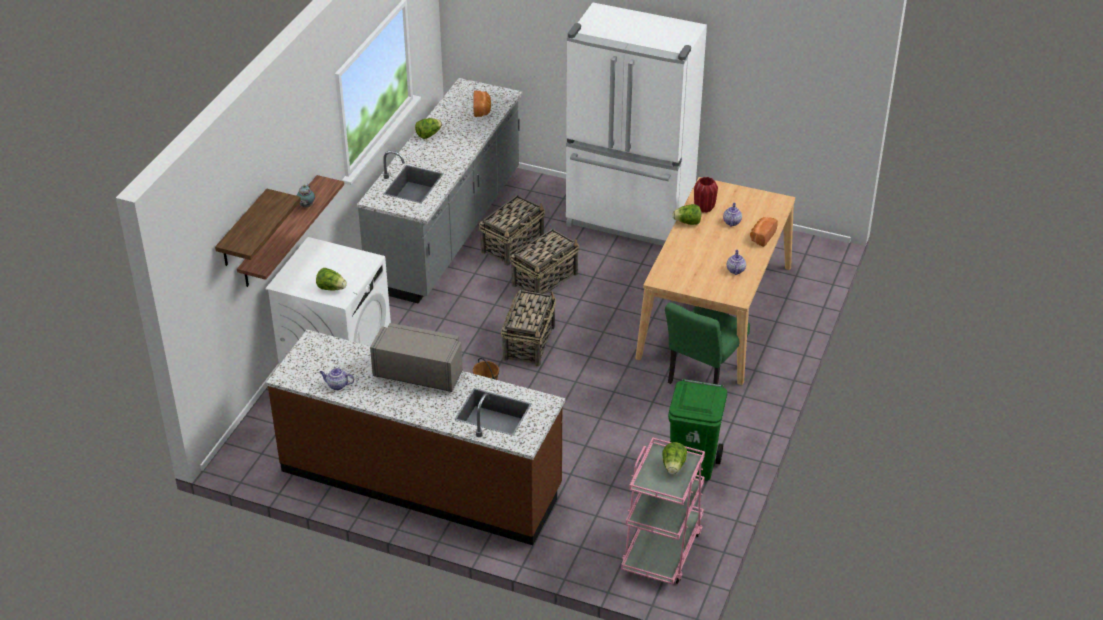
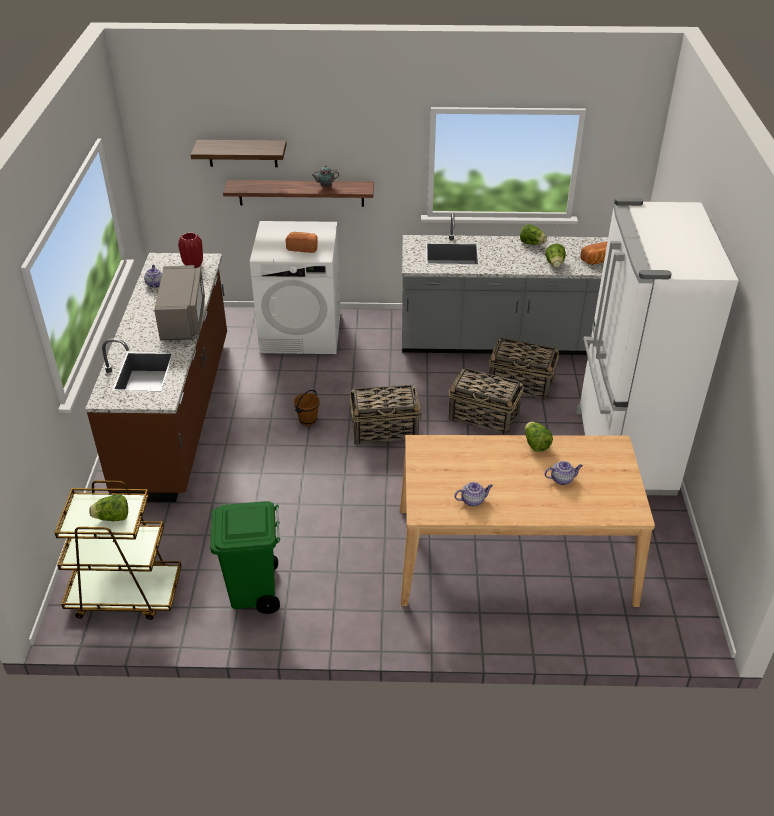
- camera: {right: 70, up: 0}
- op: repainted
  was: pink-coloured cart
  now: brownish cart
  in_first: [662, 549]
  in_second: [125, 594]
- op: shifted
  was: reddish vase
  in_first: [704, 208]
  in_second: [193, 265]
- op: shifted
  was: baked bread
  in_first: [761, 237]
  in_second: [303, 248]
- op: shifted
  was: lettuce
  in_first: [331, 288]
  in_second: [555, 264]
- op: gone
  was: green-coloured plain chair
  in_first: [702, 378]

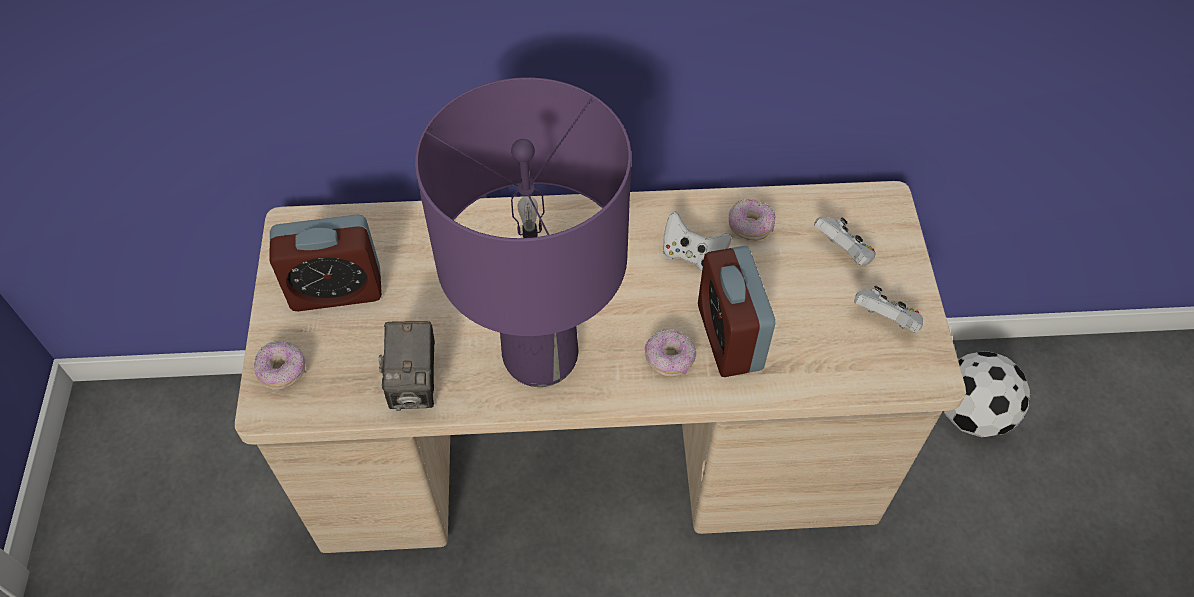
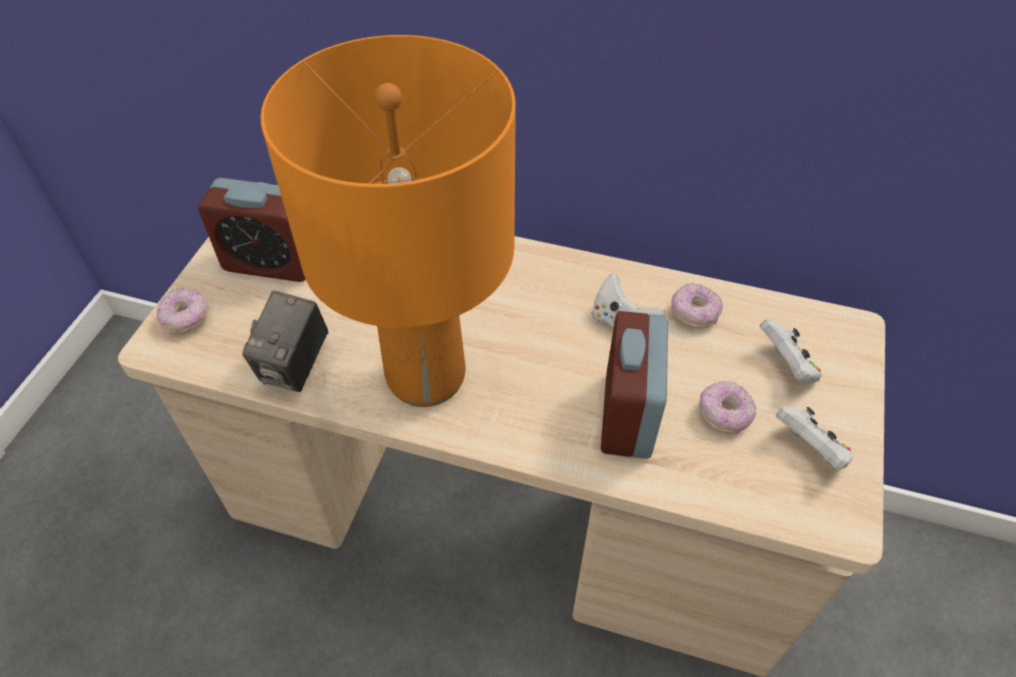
- camera: {right: 20, up: -5}
- op: repainted
  was: purple-coloured lamp for a table
  now: orange-coloured lamp for a table
  in_first: [539, 358]
  in_second: [424, 377]
- op: shifted
  was: donut
  in_first: [669, 359]
  in_second: [724, 414]
- op: gone
  was: football ball
  in_first: [972, 414]

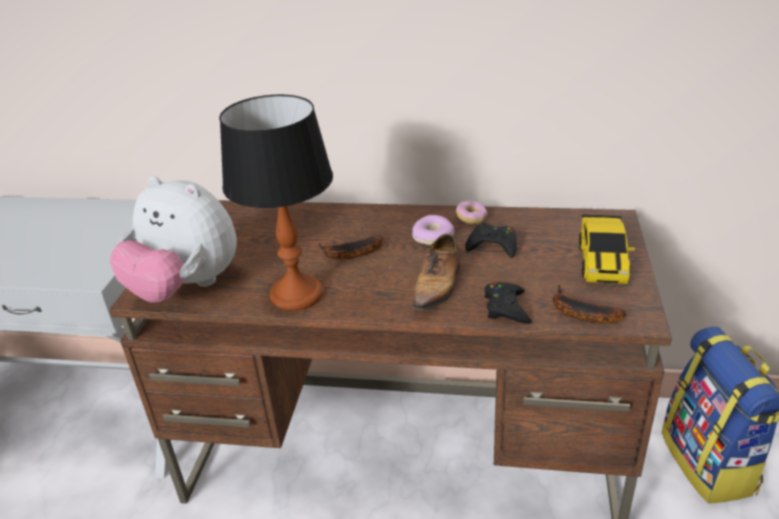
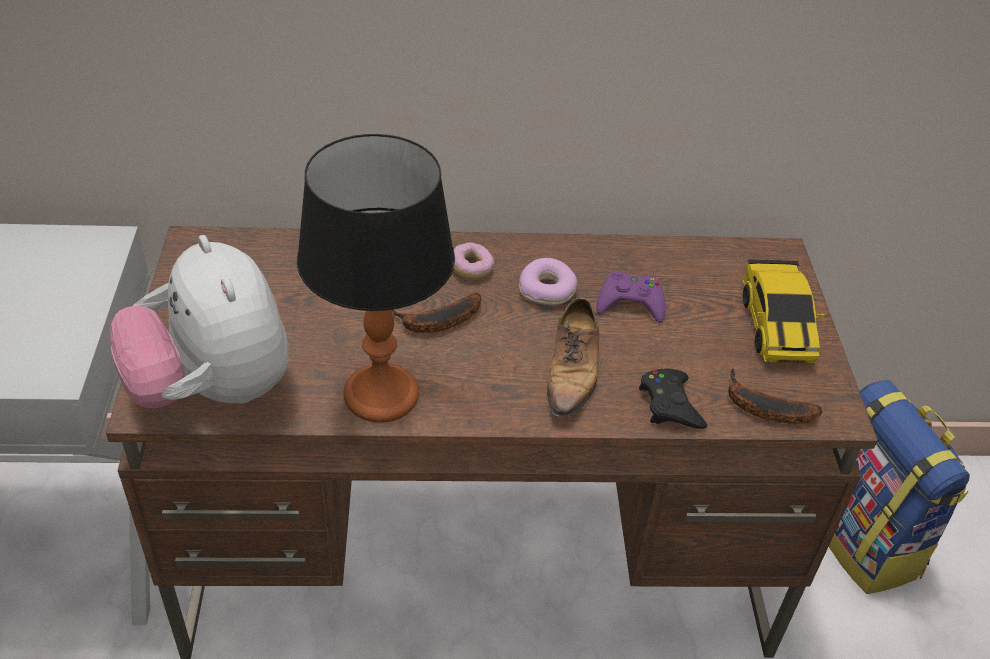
- camera: {right: -15, up: 10}
- op: rotated
  was: plush toy
  in_first: [186, 288]
  in_second: [213, 389]
  clockwise: 45
- op: shifted
  was: donut
  in_first: [471, 218]
  in_second: [471, 269]
- op: repainted
  was: black game controller
  now: purple-coloured game controller
  in_first: [493, 245]
  in_second: [630, 302]

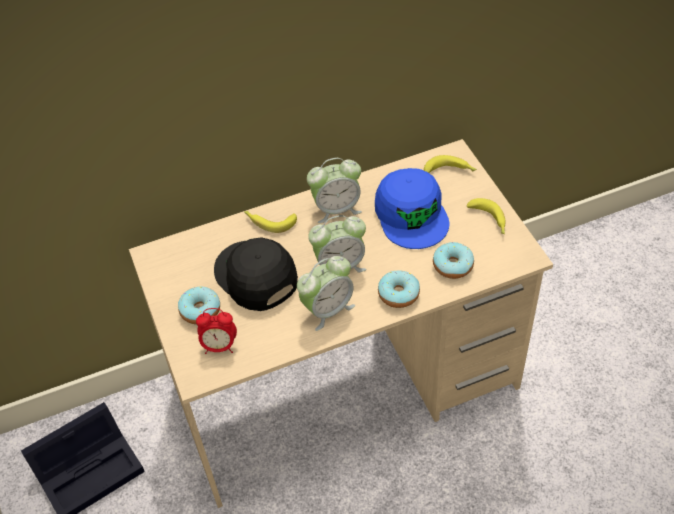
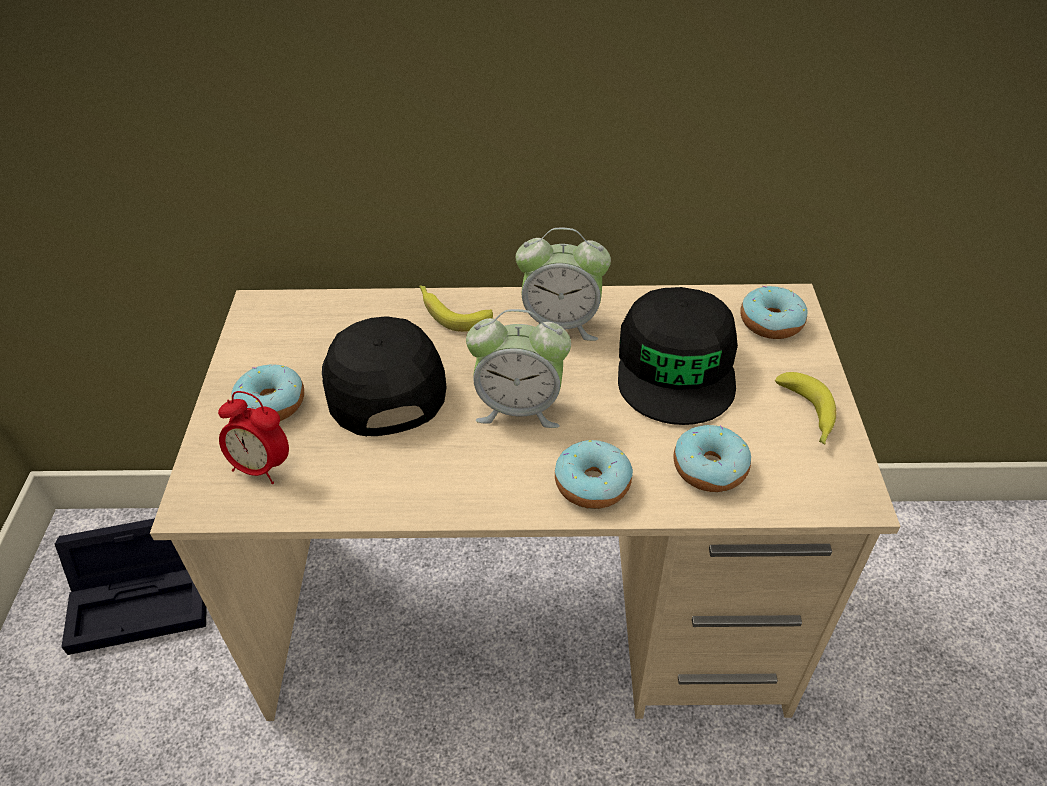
- camera: {right: 20, up: -5}
- op: repainted
  was: blue cap
  now: black cap
  in_first: [411, 214]
  in_second: [676, 366]
- op: swapped
  was: whole banana
  now: donut
  in_first: [450, 171]
  in_second: [771, 322]
- op: gone
  was: alarm clock
  in_first: [327, 309]

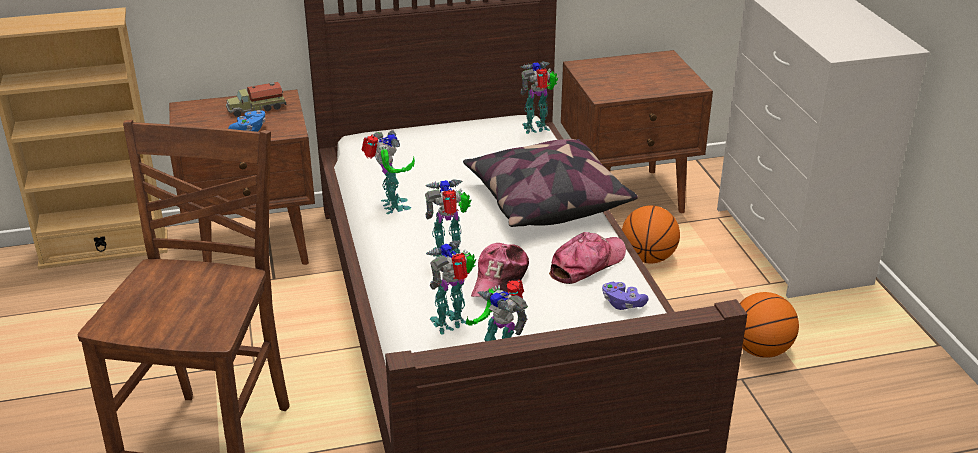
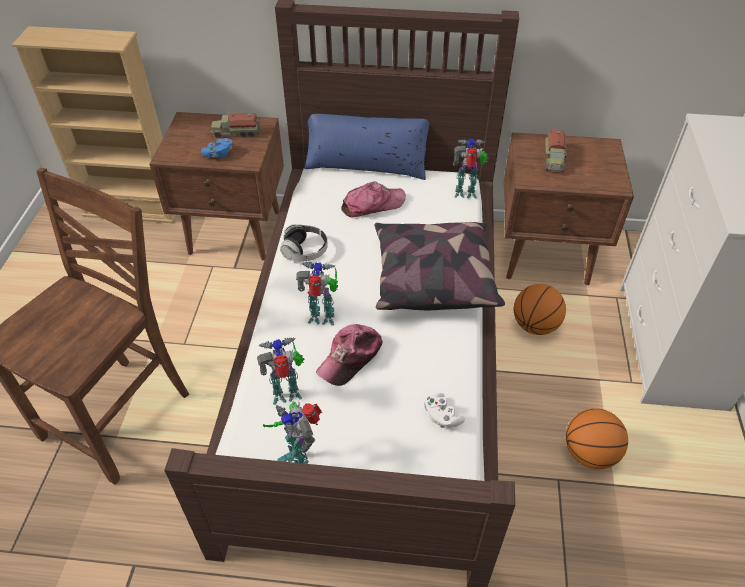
- camera: {right: 20, up: 15}
- op: swapped
  was: robot figure
  now: headset
  in_first: [392, 206]
  in_second: [305, 251]
- op: new
  now: blue throw pillow
  in_second: [366, 165]
- op: shifted
  was: cap
  in_first: [587, 264]
  in_second: [372, 205]
- op: repainted
  was: purple-coloured game controller
  now: white game controller
  in_first: [622, 304]
  in_second: [442, 416]
- op: new
  now: model truck
  in_second: [554, 159]

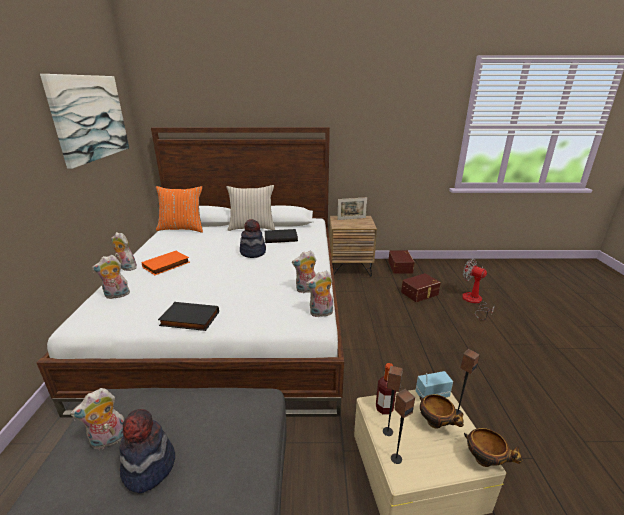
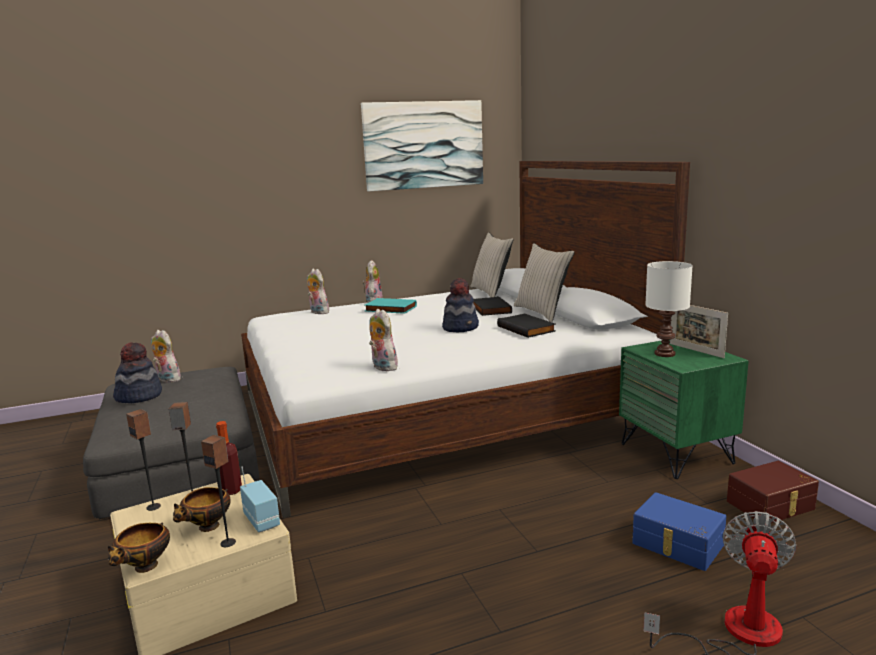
- camera: {right: 70, up: -10}
- op: repainted
  was: orange-coloured book
  now: blue-green book
  in_first: [166, 265]
  in_second: [390, 309]
- op: repainted
  was: orange-coloured throw pillow
  now: sand-coloured throw pillow
  in_first: [182, 229]
  in_second: [491, 292]
- op: shifted
  was: black book
  in_first: [189, 319]
  in_second: [489, 309]
- op: repainted
  was: brownish night table
  now: green-coloured night table
  in_first: [350, 268]
  in_second: [677, 453]
- op: repainted
  was: brownish storage bin
  now: blue storage bin
  in_first: [420, 293]
  in_second: [677, 545]
- op: new
  now: white lamp for a table
  in_second: [664, 353]
- op: gone
  was: plush toy
  in_first: [321, 313]

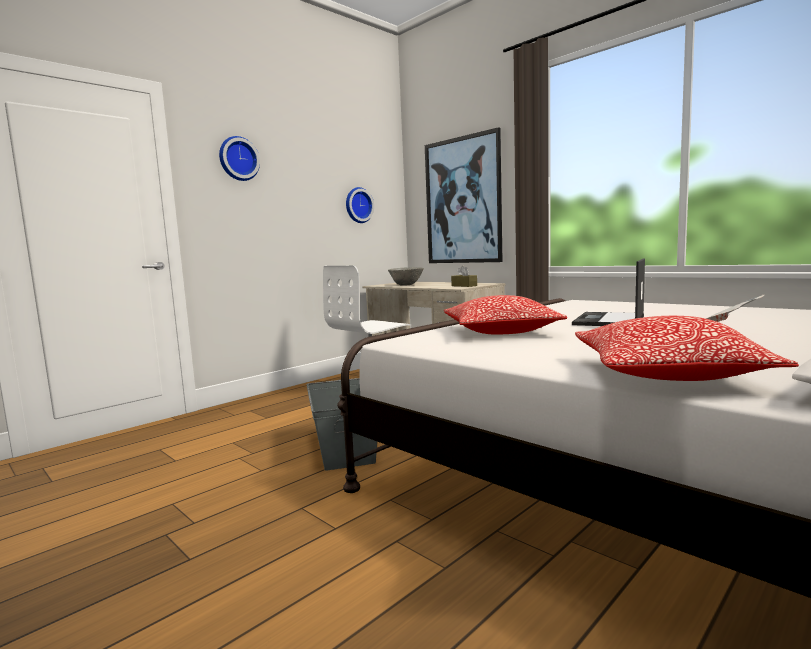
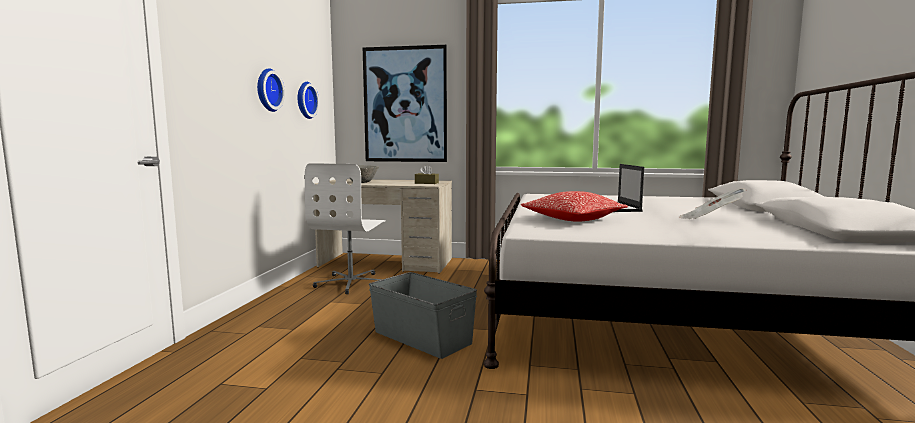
- camera: {right: -35, up: 0}
- op: shifted
  was: hanging clock
  in_first: [238, 159]
  in_second: [267, 90]
- op: gone
  was: throw pillow
  in_first: [665, 374]

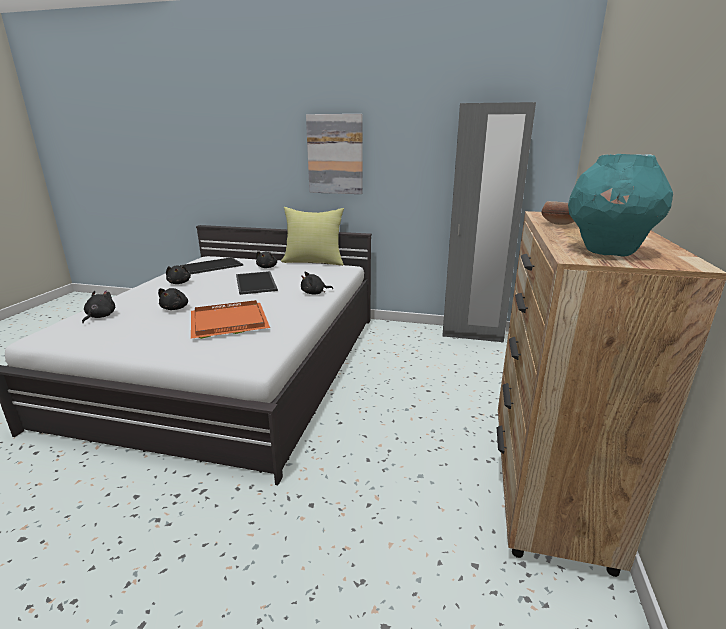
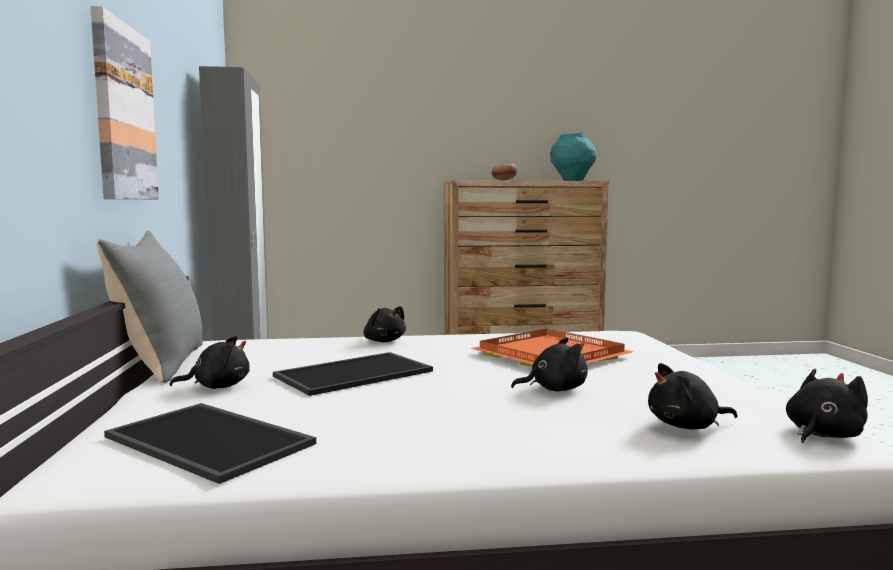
- camera: {right: -110, up: -15}
- op: repainted
  was: yellow throw pillow
  now: greyish throw pillow
  in_first: [314, 261]
  in_second: [161, 364]
- op: shifted
  was: black plush toy
  in_first: [179, 283]
  in_second: [822, 434]

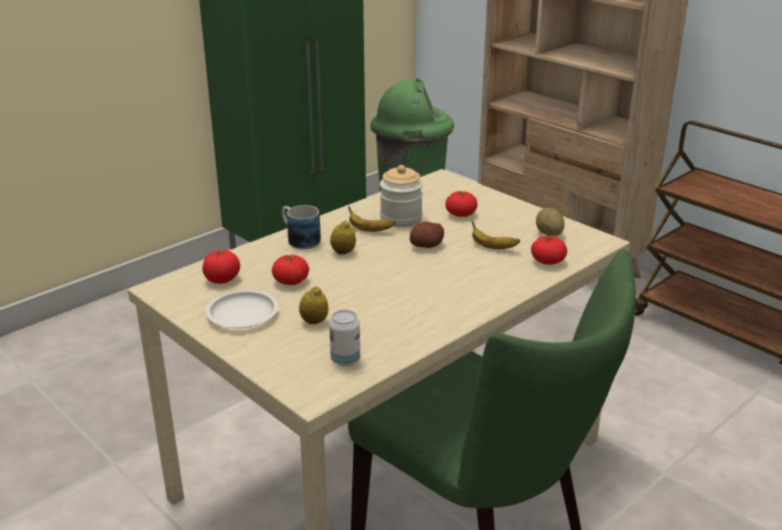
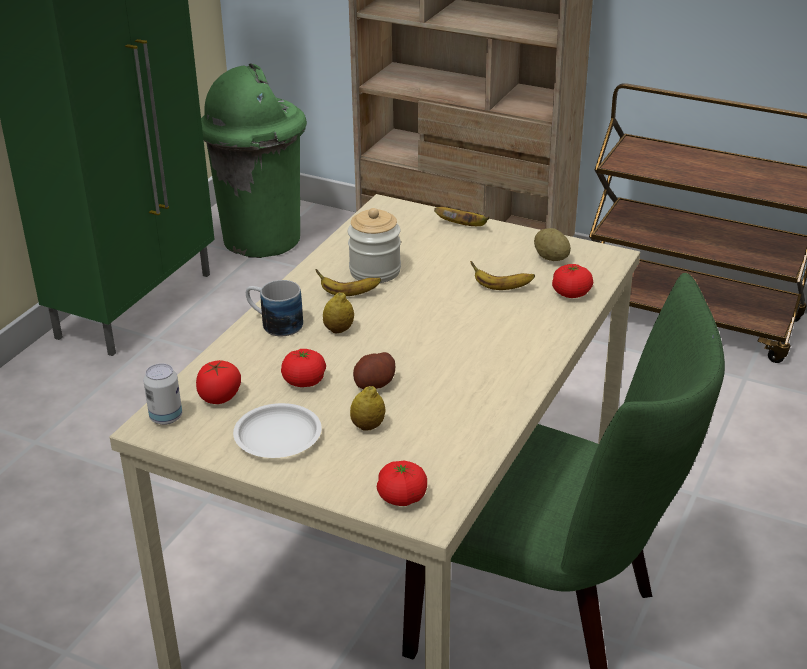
- camera: {right: -20, up: 5}
- op: shifted
  was: metal can
  in_first: [345, 360]
  in_second: [166, 417]
- op: shifted
  was: potato
  in_first: [426, 246]
  in_second: [374, 384]
- op: shifted
  was: fresh tomato
  in_first: [461, 214]
  in_second: [402, 497]
- op: new
  now: whole banana
  in_second: [463, 225]

